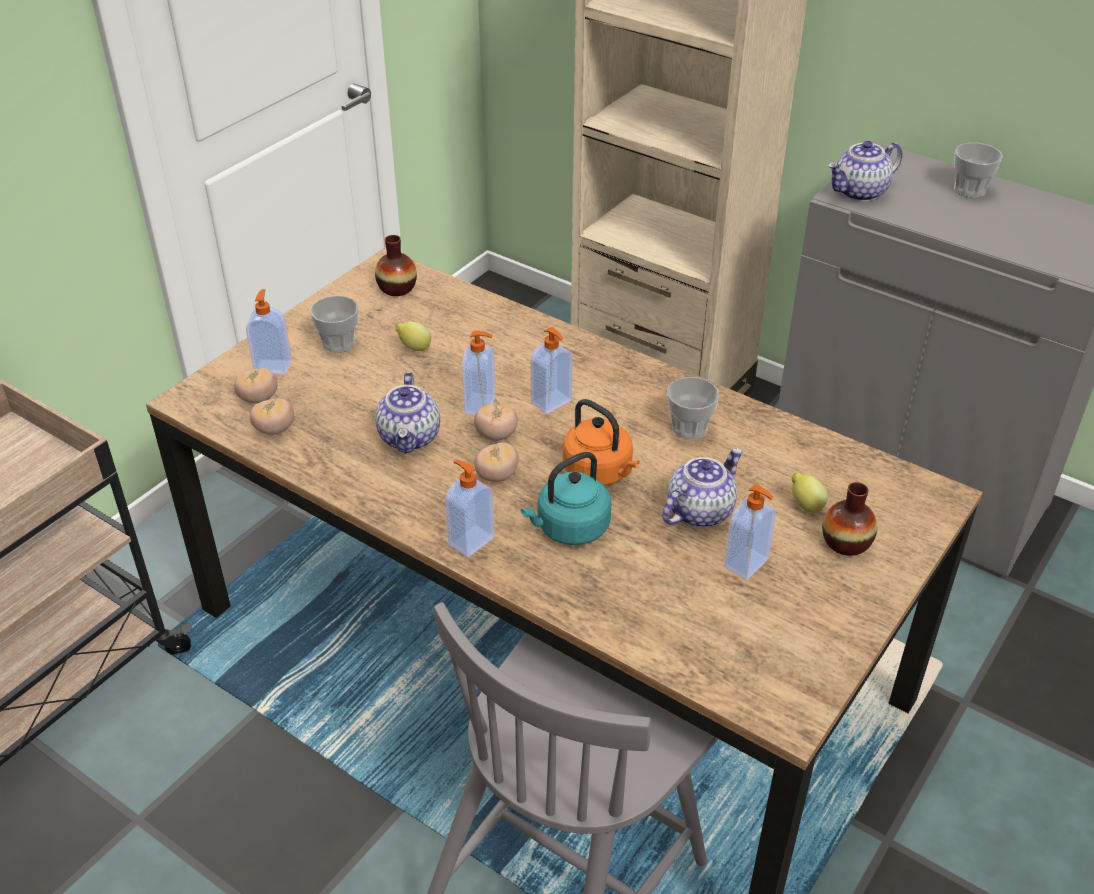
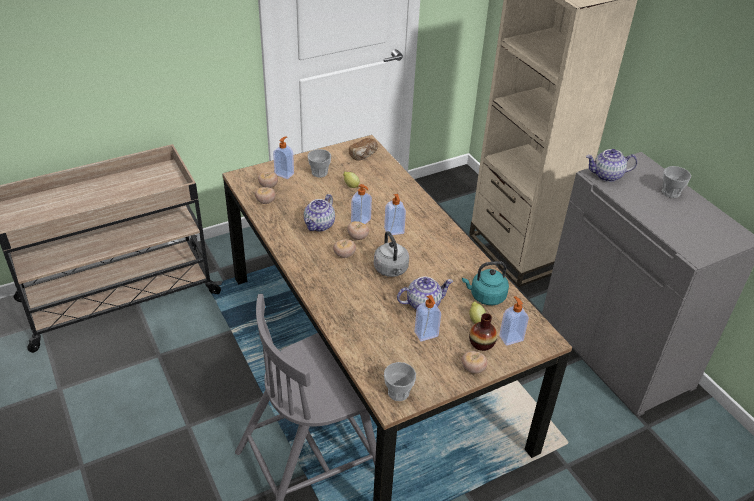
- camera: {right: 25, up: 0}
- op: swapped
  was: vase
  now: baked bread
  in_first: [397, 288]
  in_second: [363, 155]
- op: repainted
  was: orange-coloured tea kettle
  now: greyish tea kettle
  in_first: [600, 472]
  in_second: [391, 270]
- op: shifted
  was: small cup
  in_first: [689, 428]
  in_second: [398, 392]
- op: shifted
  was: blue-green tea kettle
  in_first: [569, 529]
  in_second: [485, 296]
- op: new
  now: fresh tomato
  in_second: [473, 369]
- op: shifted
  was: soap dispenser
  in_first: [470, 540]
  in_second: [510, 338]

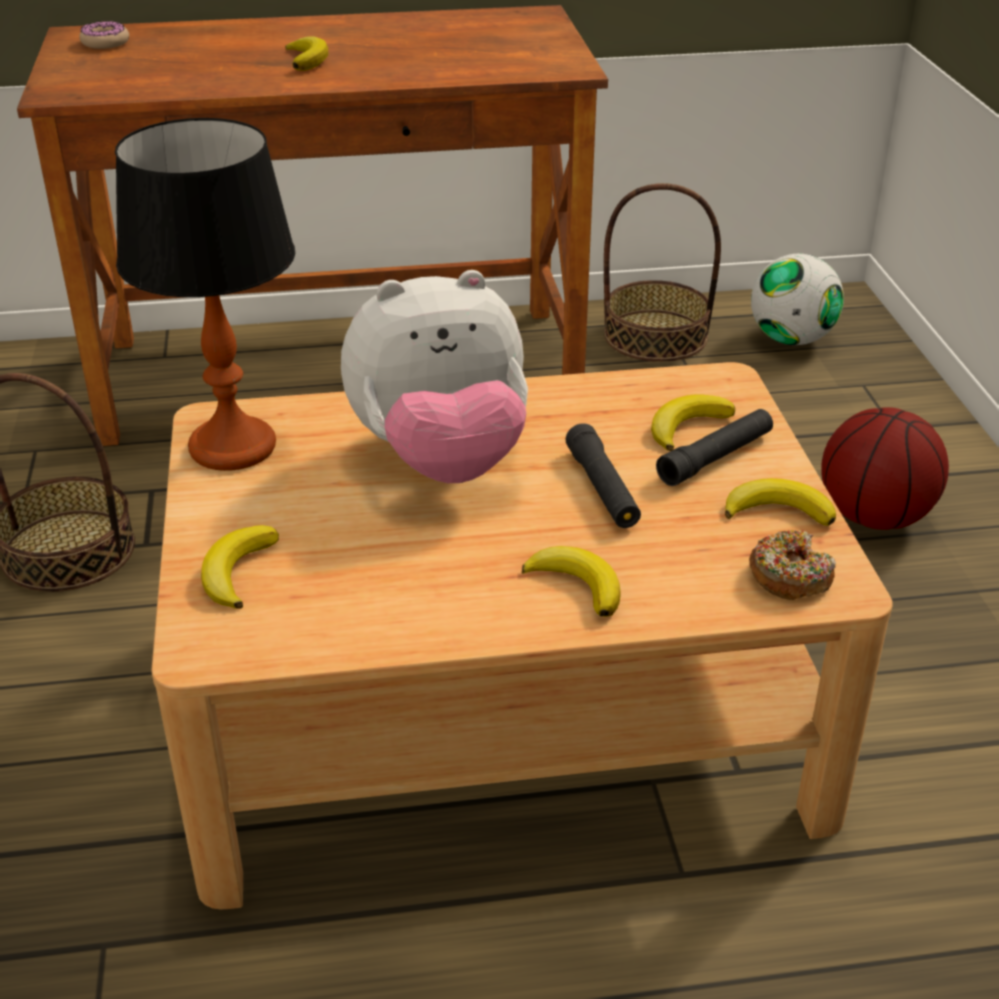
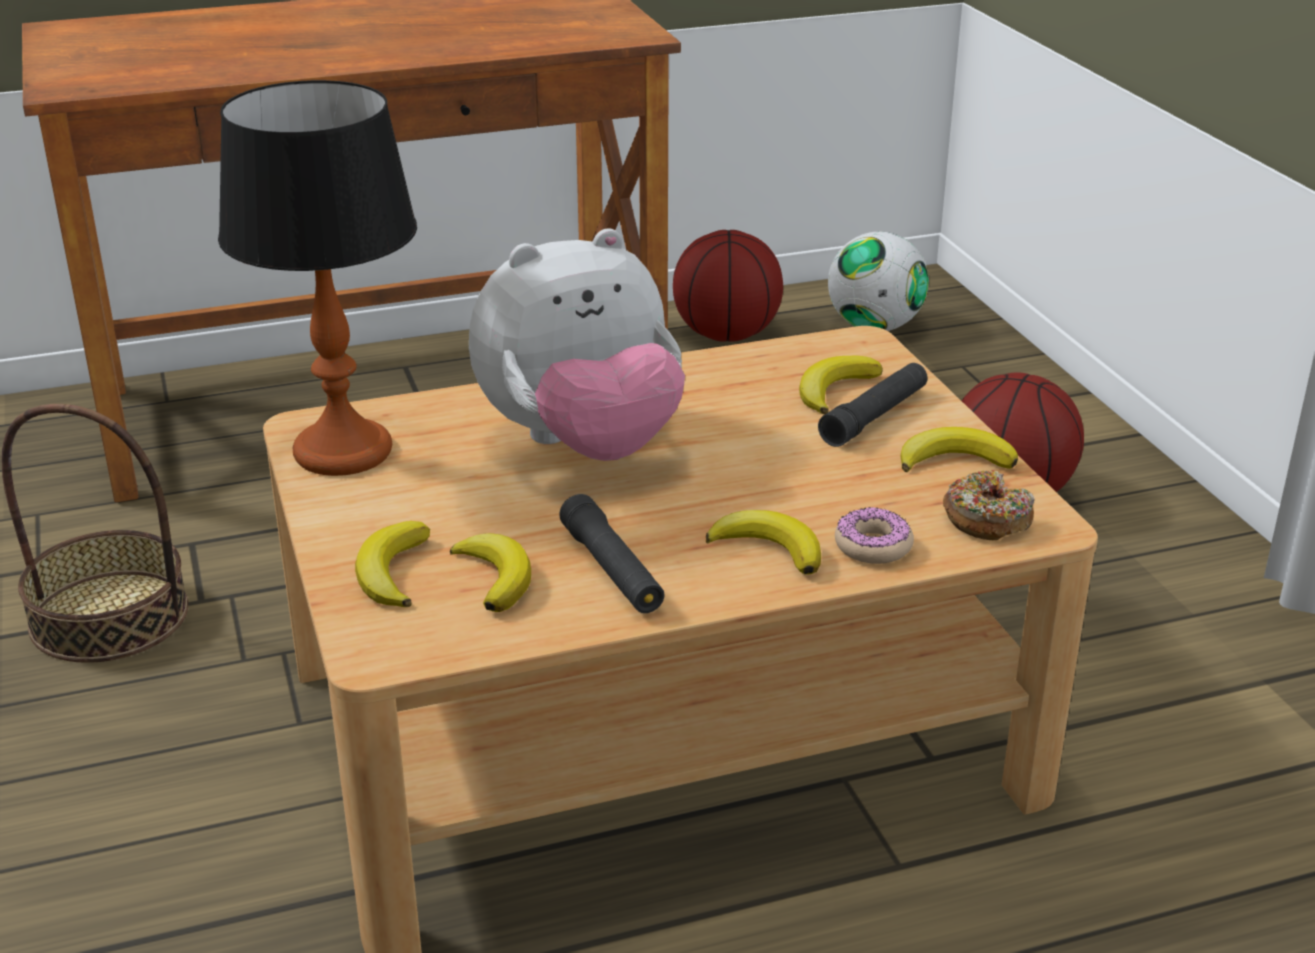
- camera: {right: -10, up: -5}
- op: shifted
  was: whole banana
  in_first: [307, 59]
  in_second: [495, 577]
- op: shifted
  was: black flashlight
  in_first: [602, 489]
  in_second: [612, 570]
- op: swapped
  was: storage basket
  now: ball for basketball
  in_first: [655, 336]
  in_second: [727, 335]
- op: shifted
  was: donut
  in_first: [105, 43]
  in_second: [873, 546]

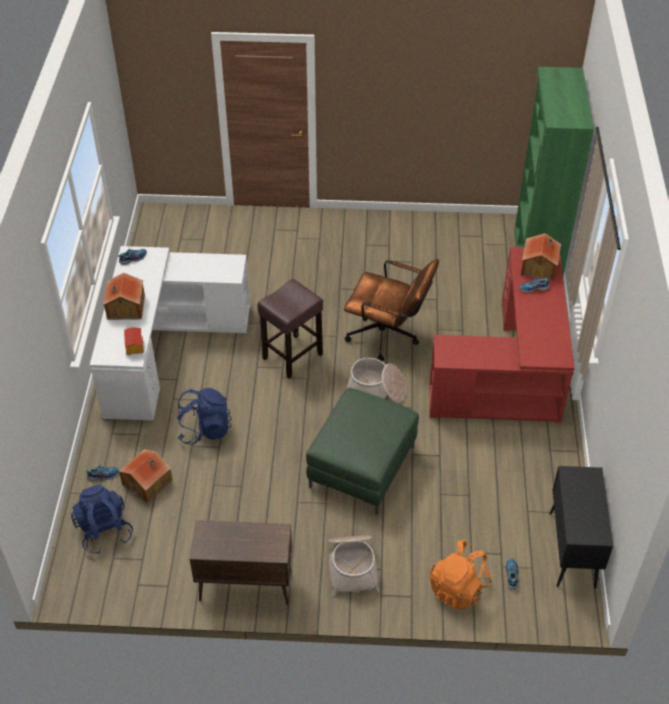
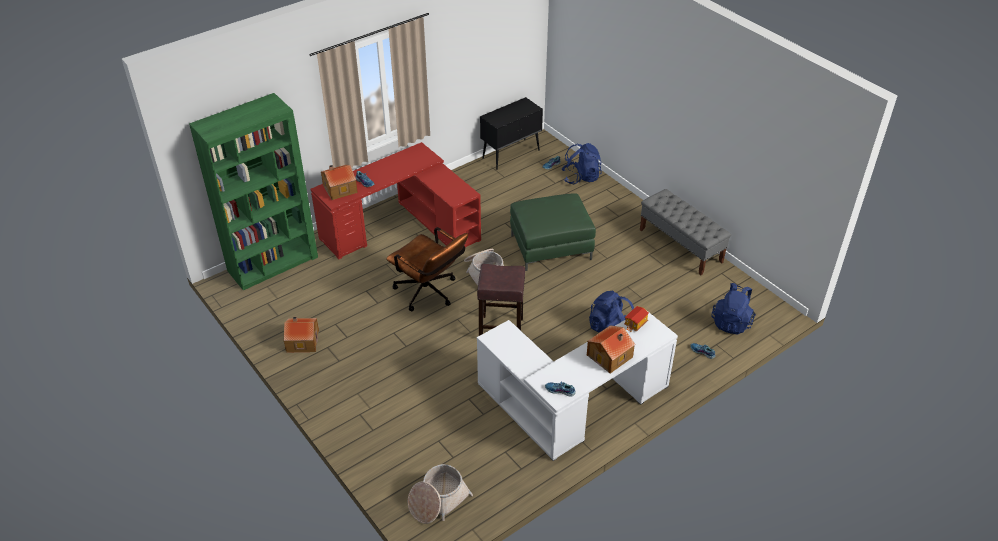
- camera: {right: -130, up: -5}
- op: shifted
  was: toy house
  in_first: [148, 482]
  in_second: [302, 341]
- op: rotated
  was: brownish office chair
  in_first: [388, 336]
  in_second: [430, 294]
  clockwise: 150
- op: shifted
  was: storage basket
  in_first: [352, 566]
  in_second: [438, 500]
- op: repainted
  was: orange-coloured rucksack
  now: blue rucksack
  in_first: [458, 588]
  in_second: [581, 177]
- op: swapped
  was: brownish cupboard
  now: greyish indoor bench
  in_first: [244, 586]
  in_second: [681, 246]

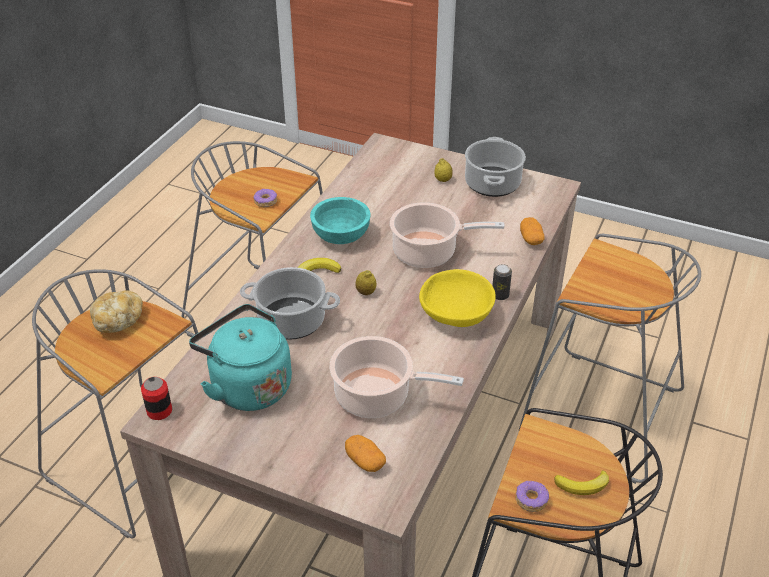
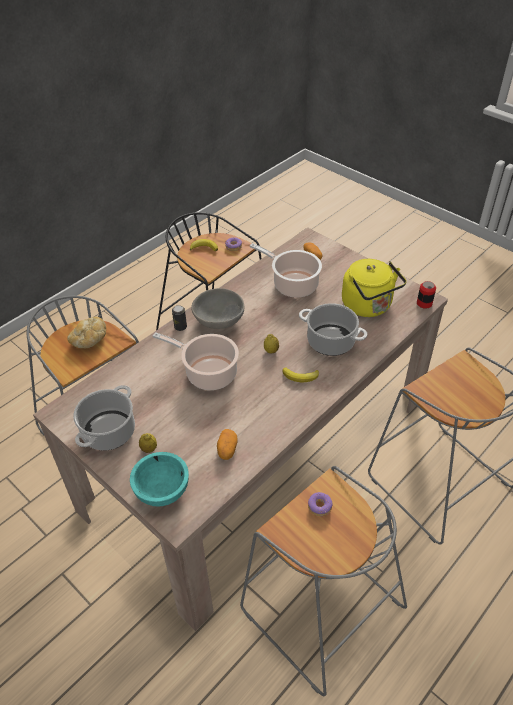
- camera: {right: -160, up: 5}
- op: shifted
  was: baked bread
  in_first: [118, 320]
  in_second: [89, 340]
- op: shifted
  was: blue-green serving bowl
  in_first: [340, 236]
  in_second: [162, 490]
- op: repainted
  was: yellow serving bowl
  now: greyish serving bowl
  in_first: [455, 315]
  in_second: [219, 320]
- op: shifted
  was: potato
  in_first: [531, 239]
  in_second: [227, 449]
- op: repainted
  was: blue-green tea kettle
  now: yellow tea kettle
  in_first: [247, 385]
  in_second: [369, 306]

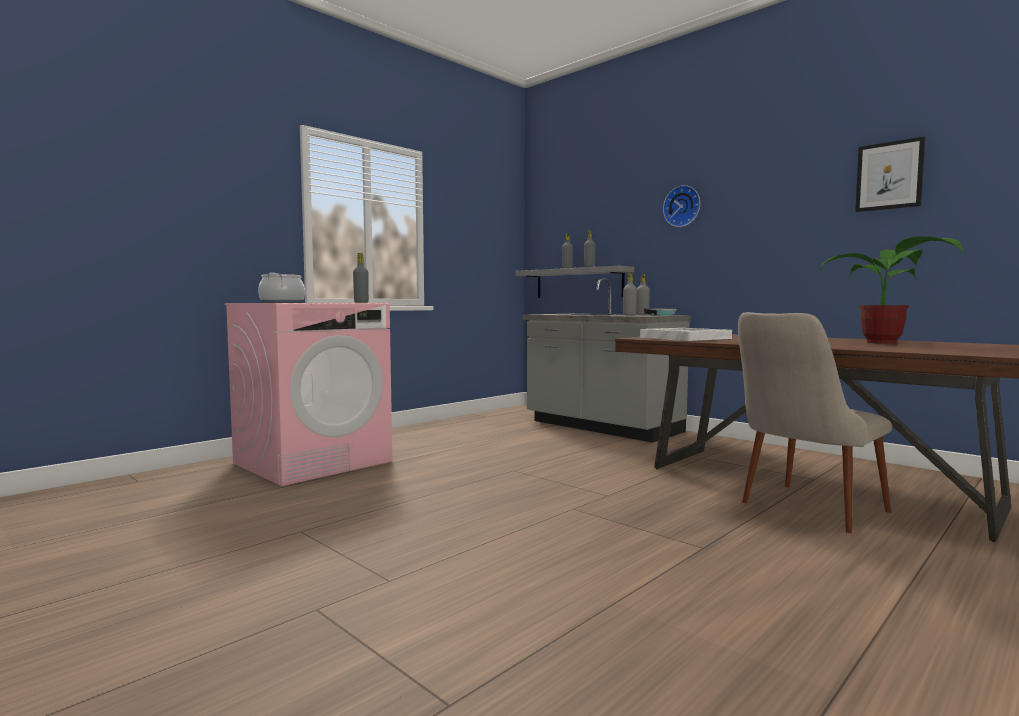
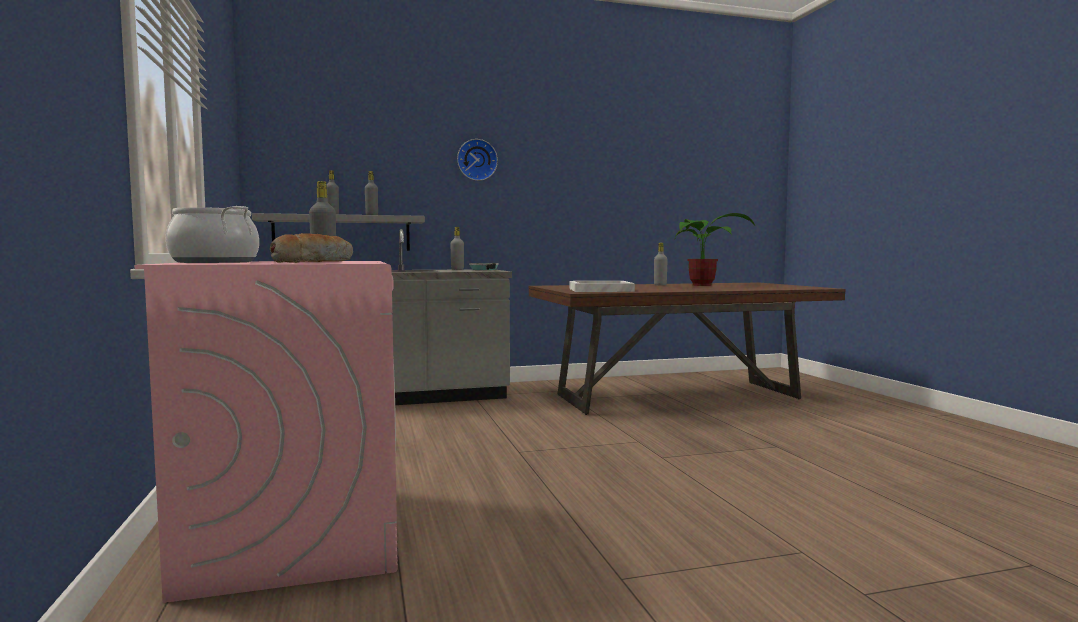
- camera: {right: -60, up: 0}
- op: new
  now: baked bread
  in_second: [312, 262]
- op: shifted
  was: greyish beverage bottle
  in_first: [629, 315]
  in_second: [660, 285]
- op: gone
  was: sand-coloured plain chair
  in_first: [803, 512]
- op: gone
  was: wall picture
  in_first: [889, 176]

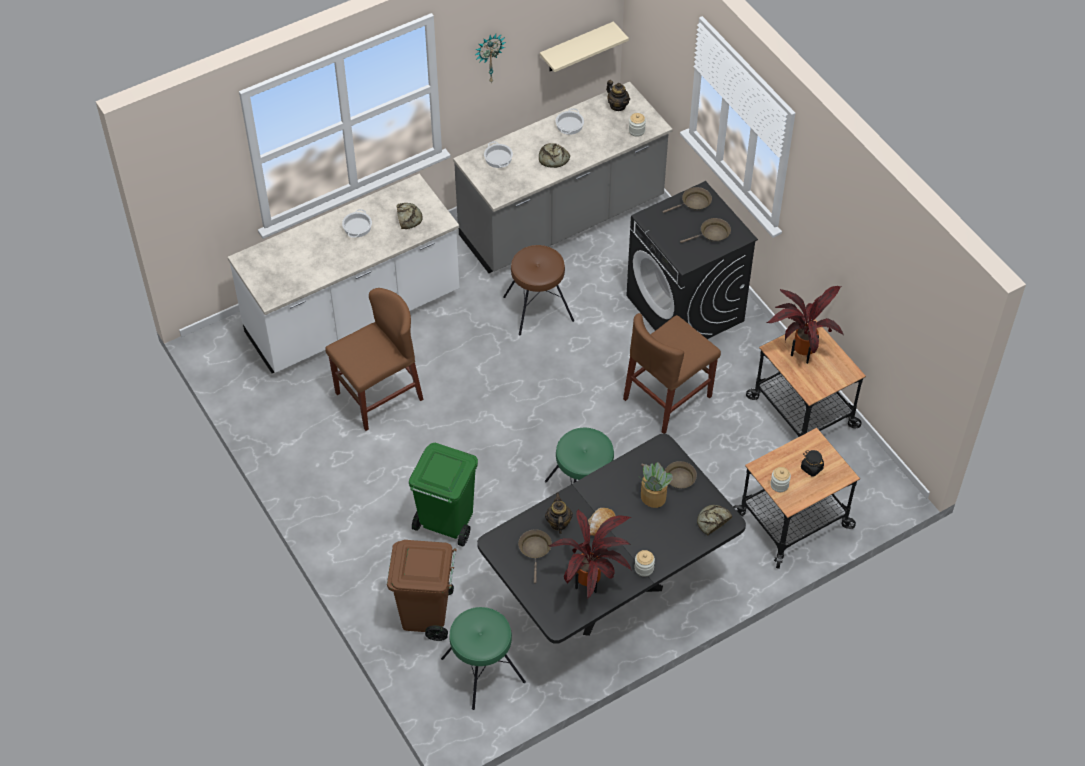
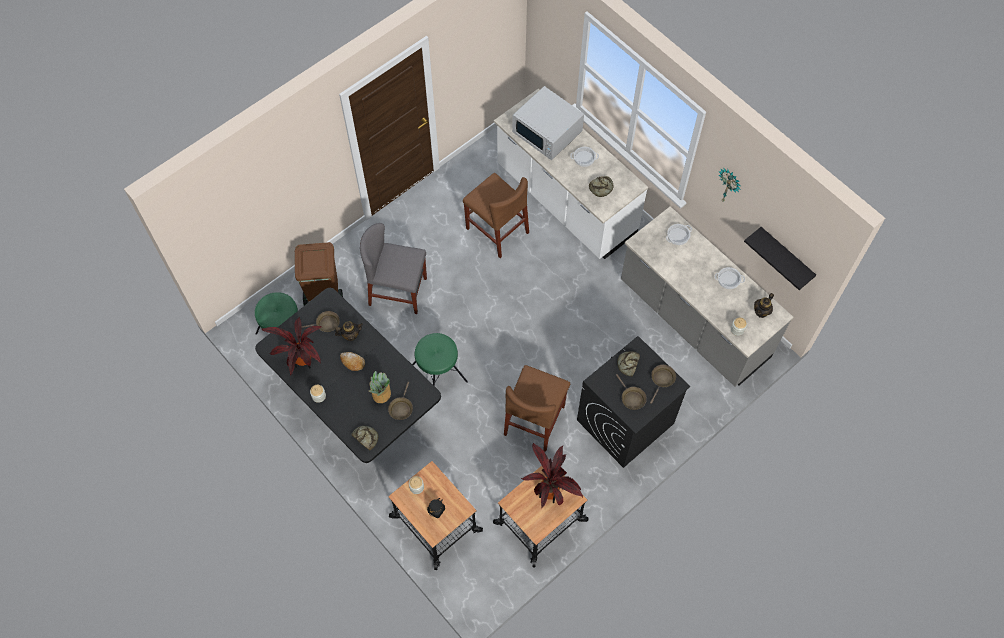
- camera: {right: 80, up: 10}
- op: swapped
  was: green-coloured waste bin
  now: greyish plain chair
  in_first: [446, 523]
  in_second: [398, 291]
- op: rotated
  was: brownish plain chair
  in_first: [667, 397]
  in_second: [534, 420]
  clockwise: -105
- op: new
  now: white microwave
  in_second: [547, 132]
- op: shifted
  was: baked bread
  in_first: [553, 159]
  in_second: [628, 364]
- op: rotated
  was: brownish skillet
  in_first: [693, 203]
  in_second: [662, 380]
  clockwise: -120
- op: repainted
  was: sand-coloured shelf
  now: black shelf
  in_first: [576, 48]
  in_second: [785, 256]
- op: gone
  was: brownish stool seat
  in_first: [538, 308]

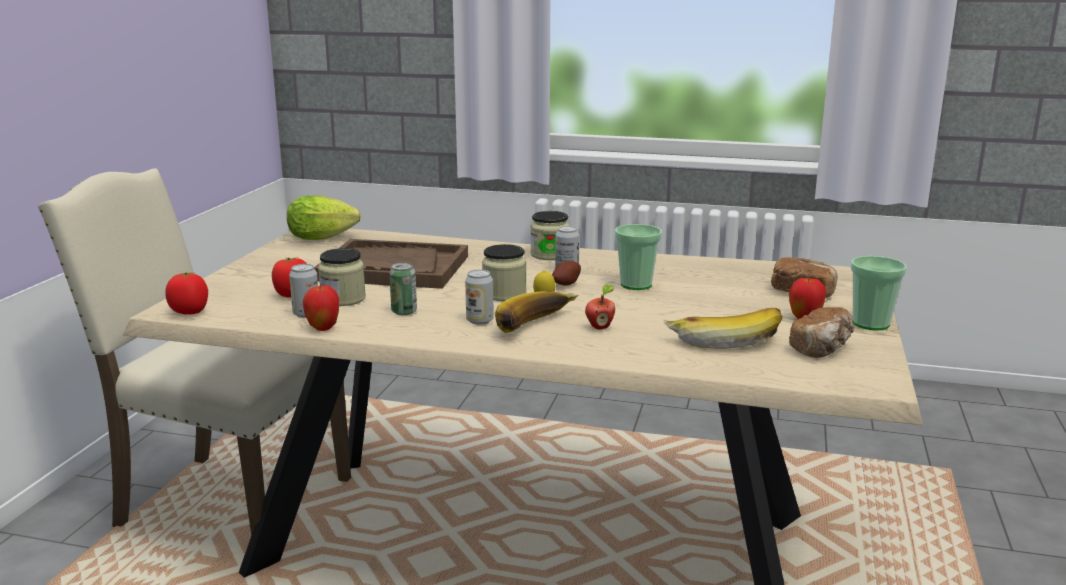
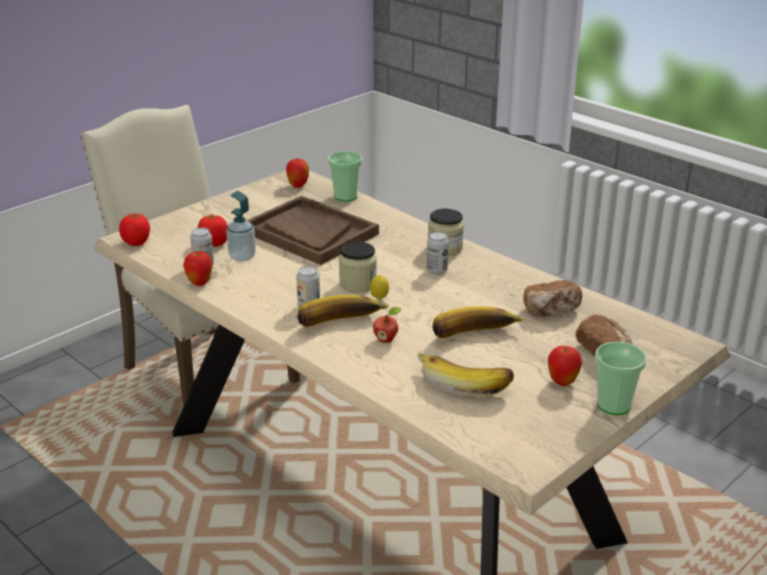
- camera: {right: 30, up: 10}
- op: swapped
  was: preserve jar
  now: soap dispenser
  in_first: [343, 299]
  in_second: [242, 257]
- op: swapped
  was: lettuce
  now: apple fruit
  in_first: [325, 238]
  in_second: [298, 186]
- op: shifted
  was: small cup
  in_first: [636, 285]
  in_second: [345, 196]
- op: new
  now: whole banana
  in_second: [476, 338]
- op: shifted
  was: baked bread
  in_first: [822, 349]
  in_second: [552, 311]
- op: gone
  was: metal can
  in_first: [404, 312]
- op: gone
  was: potato
  in_first: [565, 284]

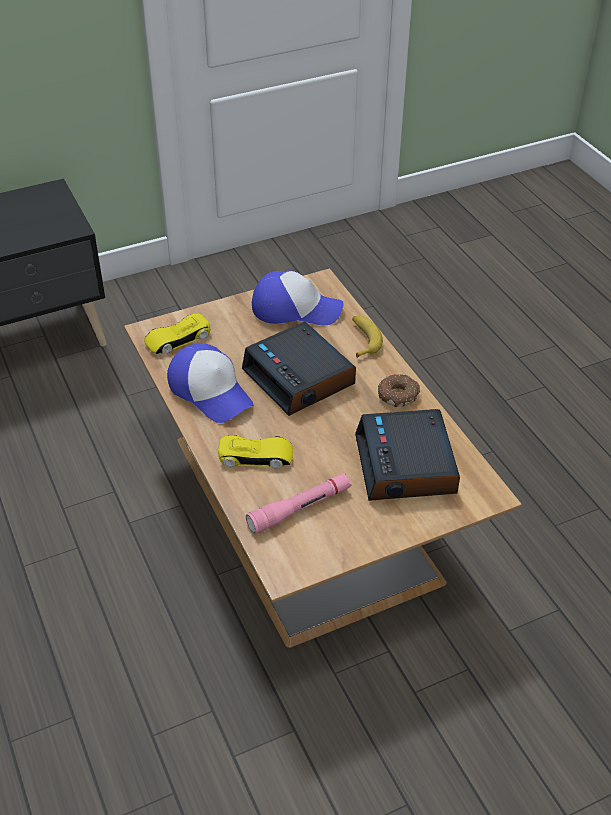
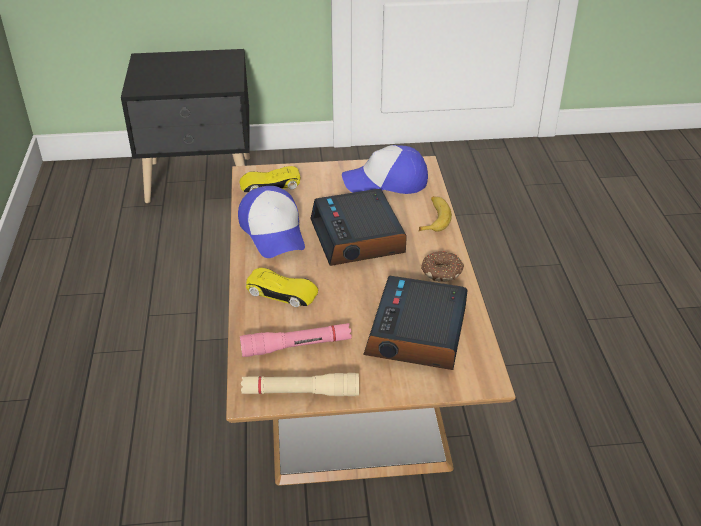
- camera: {right: 20, up: -5}
- op: new
  now: sand-coloured flashlight
  in_second: [300, 392]
- op: rotated
  was: cap
  in_first: [295, 309]
  in_second: [386, 182]
  clockwise: 150

